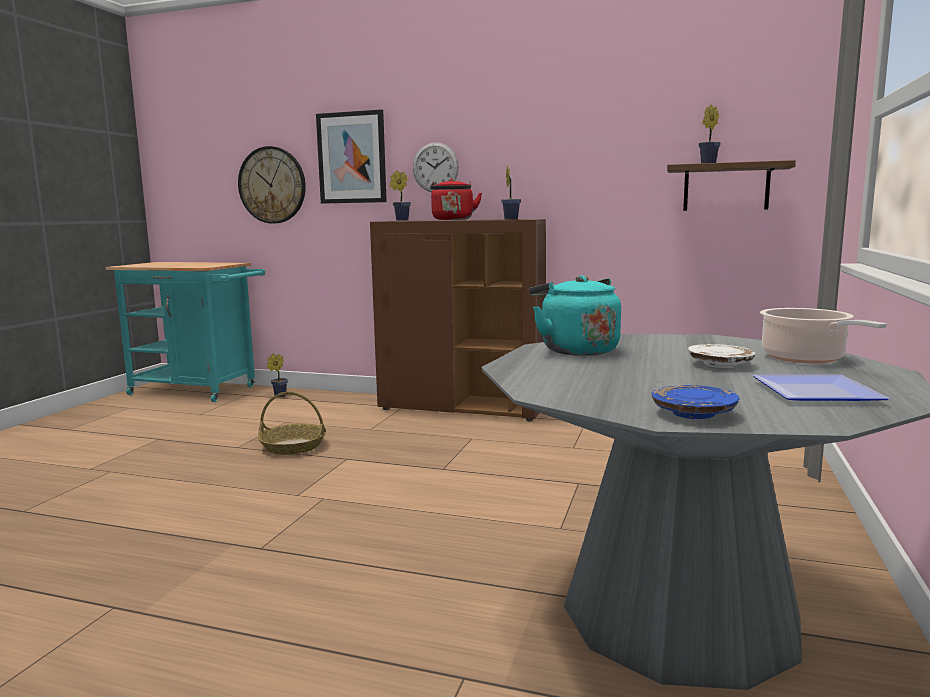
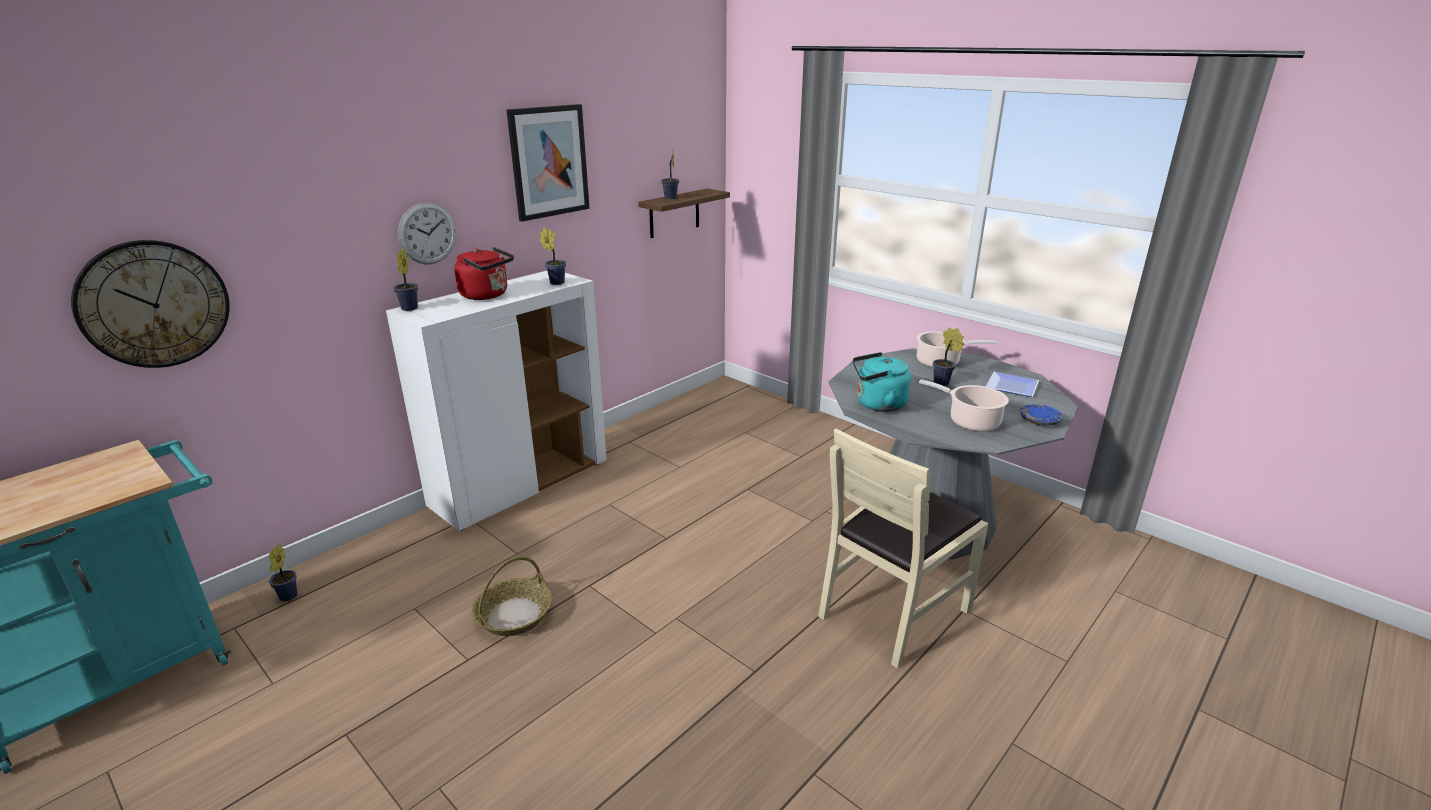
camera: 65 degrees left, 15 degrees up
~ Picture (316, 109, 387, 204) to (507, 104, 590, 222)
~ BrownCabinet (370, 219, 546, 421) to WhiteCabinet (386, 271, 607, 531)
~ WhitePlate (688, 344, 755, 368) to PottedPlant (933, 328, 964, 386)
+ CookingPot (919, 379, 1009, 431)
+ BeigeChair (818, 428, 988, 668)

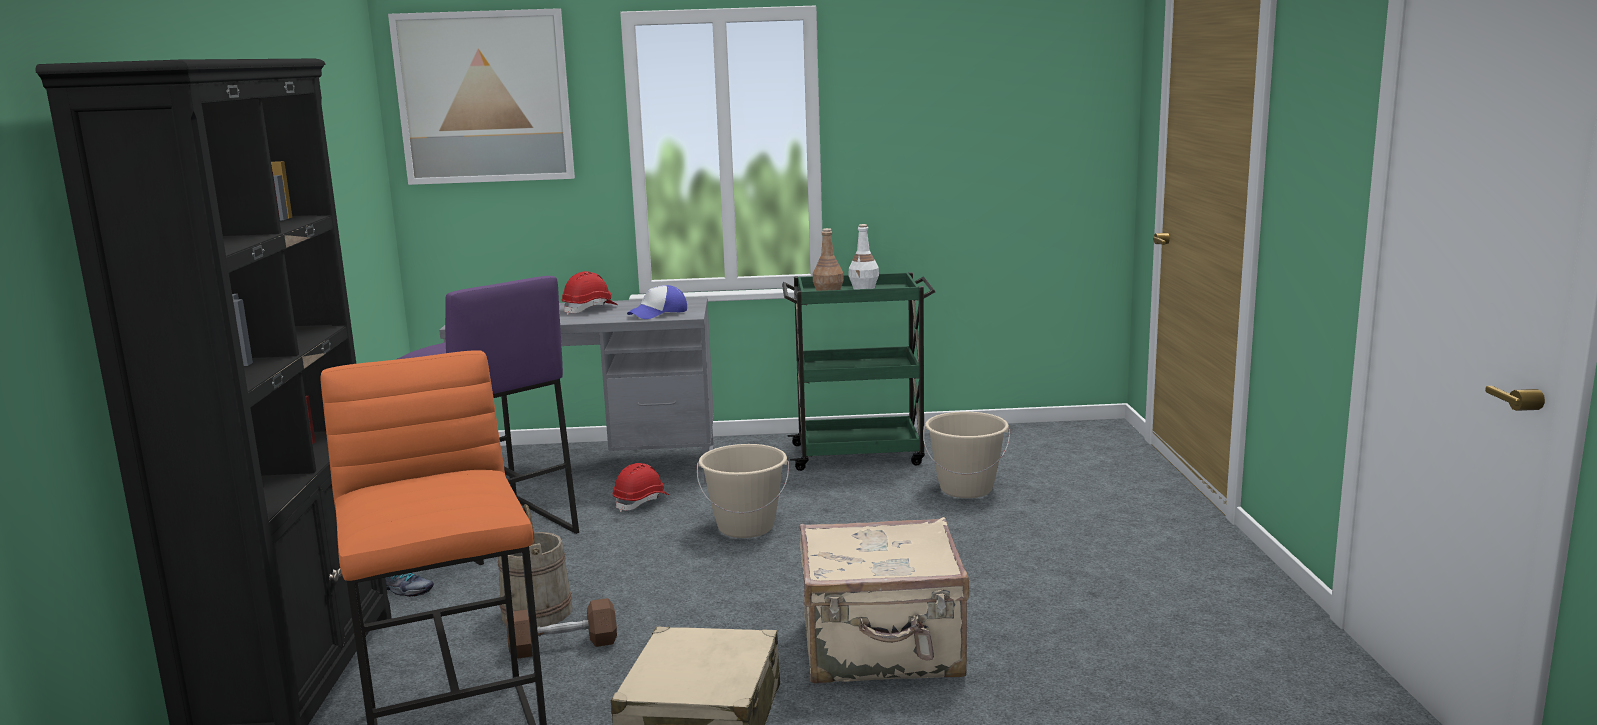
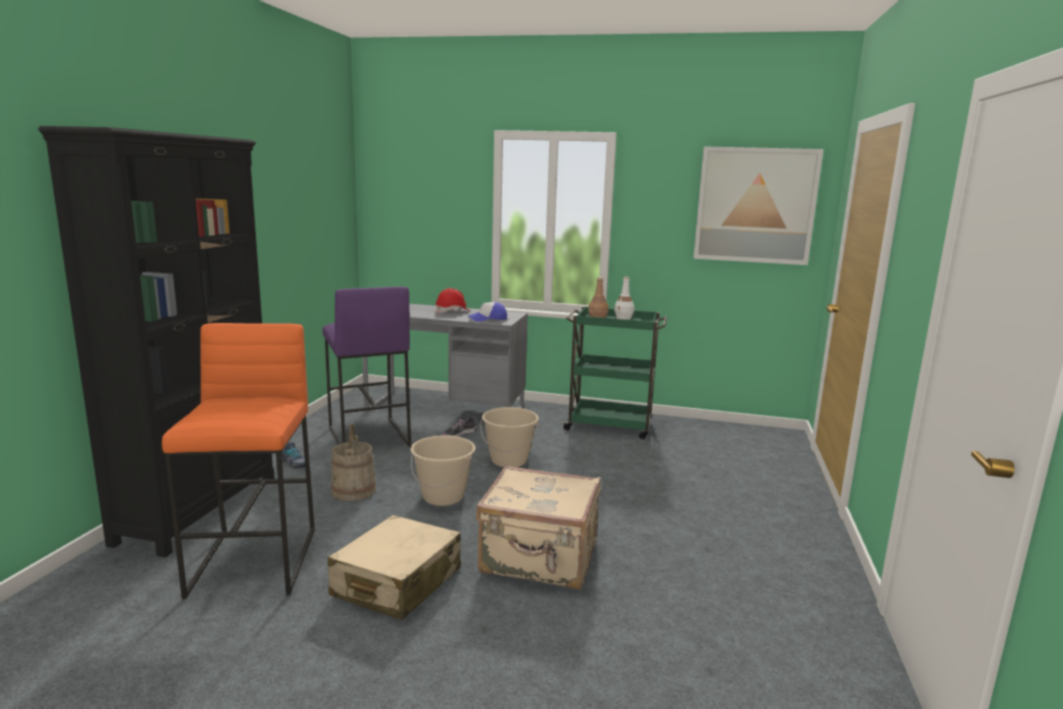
camera: 15 degrees right, 0 degrees up
~ Picture (388, 8, 575, 185) to (693, 147, 824, 265)
~ BeigeBucket (923, 412, 1010, 498) to (410, 435, 475, 506)
~ RedHardHat (612, 463, 669, 512) to Shoe (443, 416, 477, 437)
- BrownDumbbell (506, 598, 617, 659)

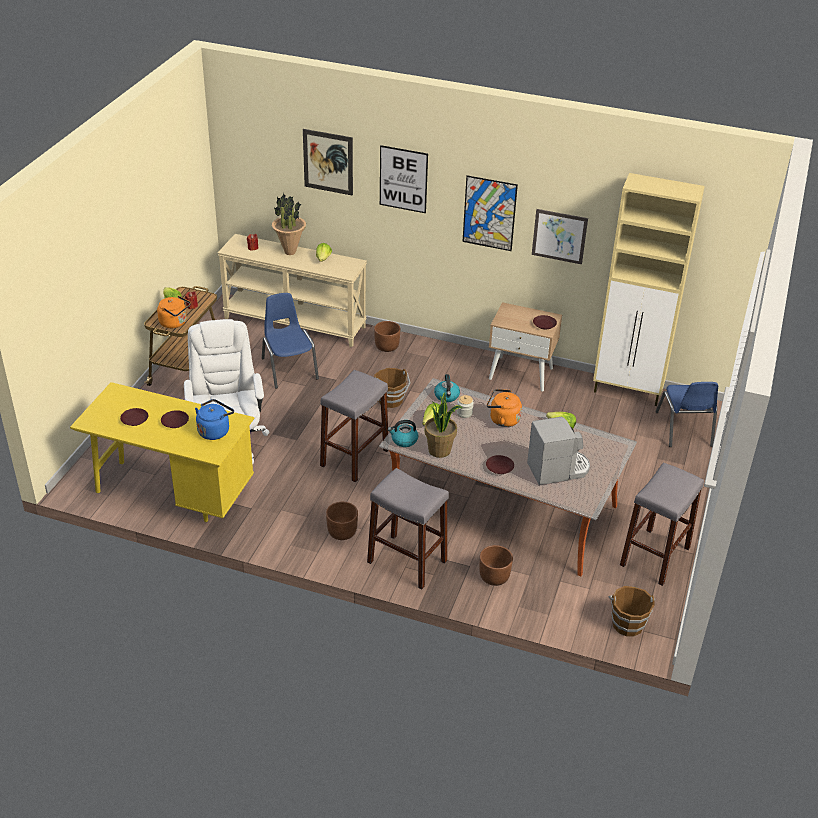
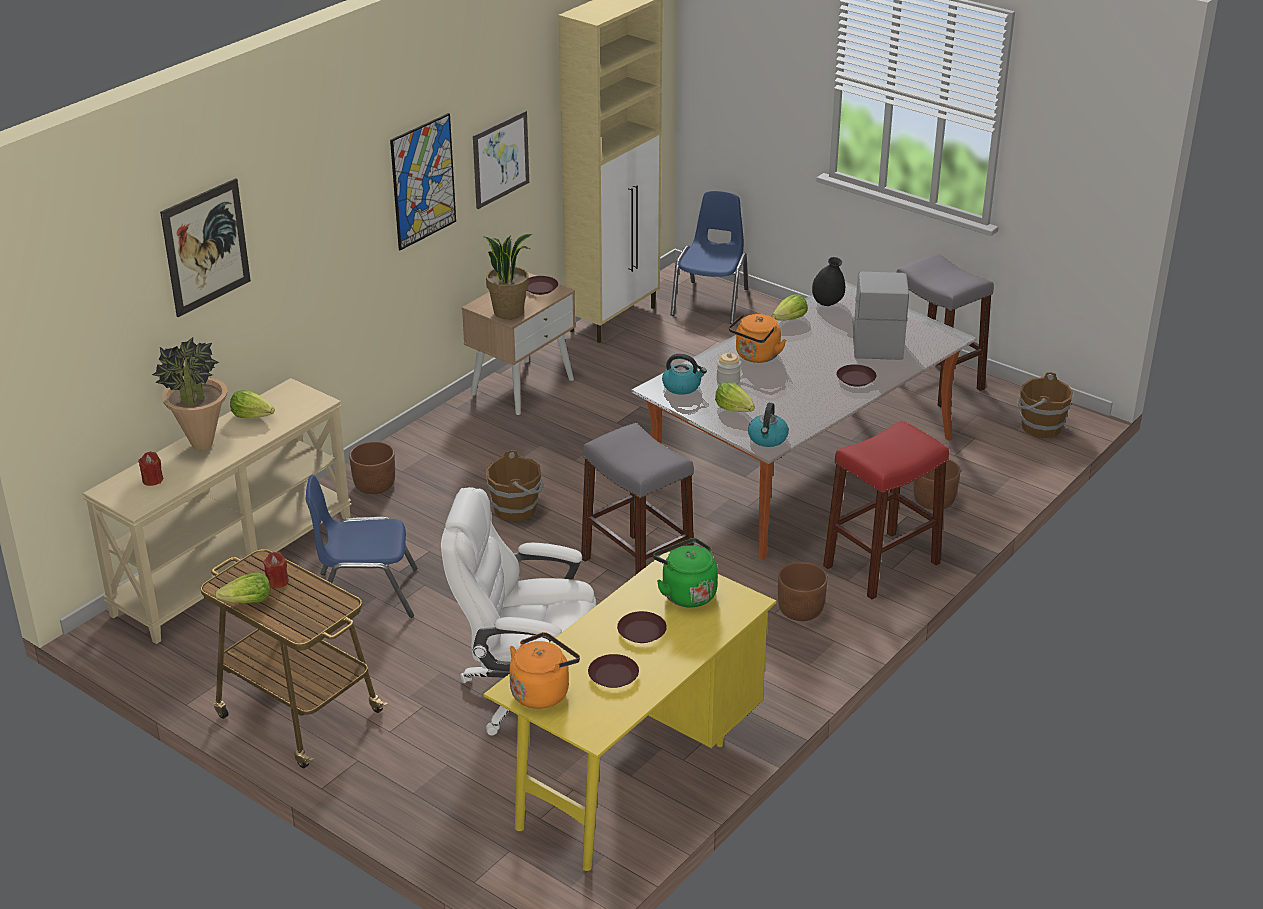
camera: 70 degrees left, 5 degrees down
- Picture (380, 145, 428, 213)
~ OrangeKettle (157, 296, 191, 328) to (509, 632, 580, 709)
~ BlueChair (655, 382, 718, 447) = (670, 191, 748, 324) 90 degrees counterclockwise
~ PottedPlant (425, 392, 463, 458) to (483, 234, 532, 319)
~ BlueKettle (195, 399, 234, 440) to GreenKettle (653, 538, 718, 608)
~ GreyStool (367, 468, 449, 589) to RedStool (823, 420, 949, 599)
+ BlackVase (812, 257, 845, 306)

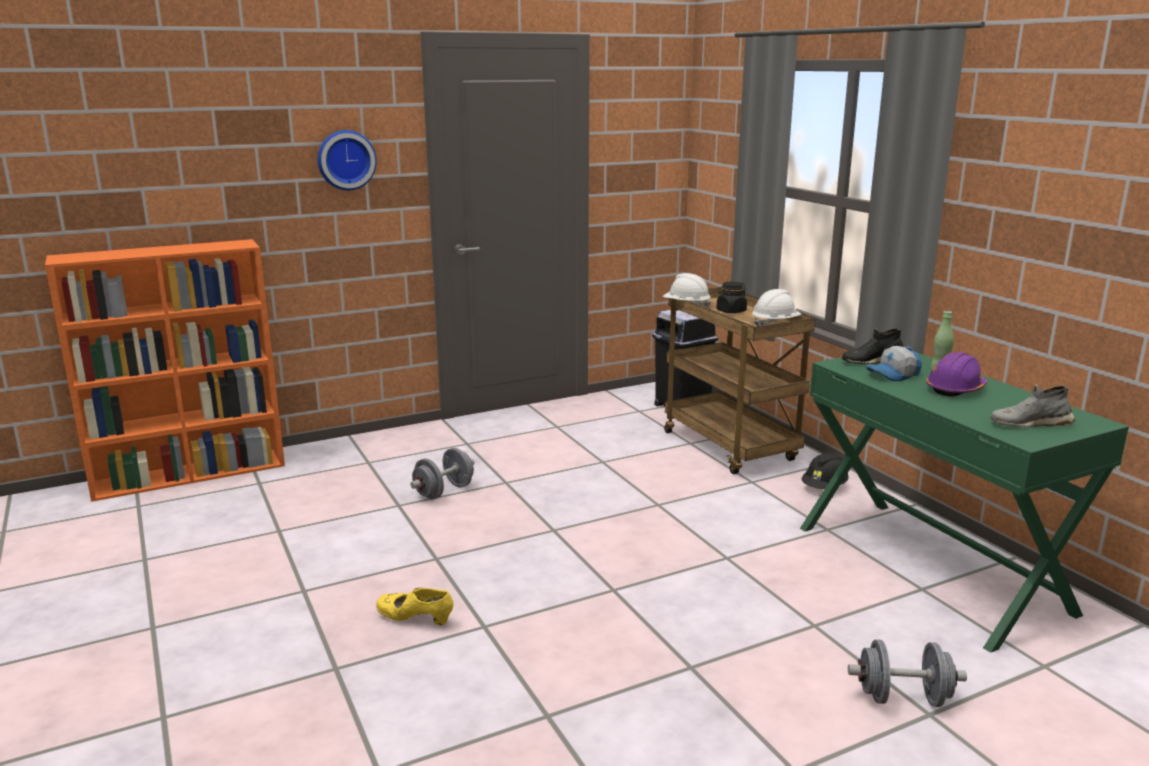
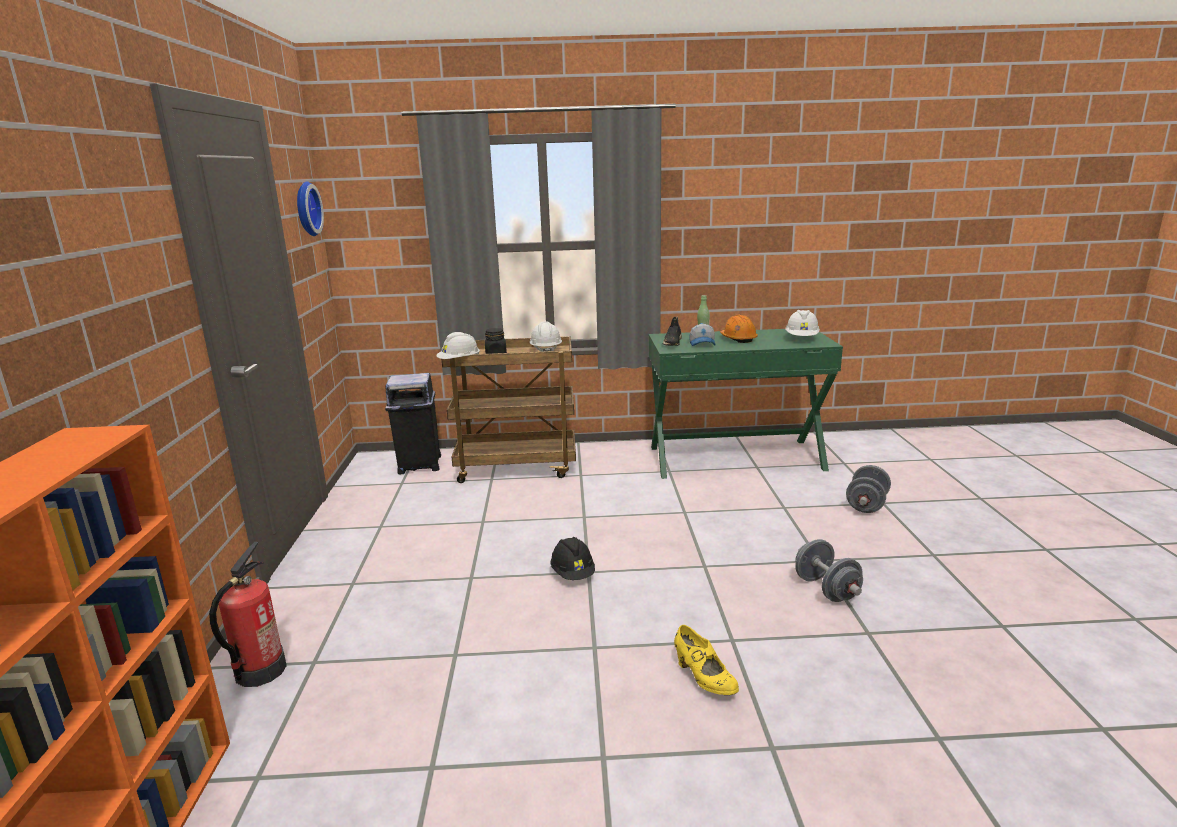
camera: 65 degrees left, 0 degrees up
~ WallClock (317, 130, 377, 190) to (297, 181, 324, 236)
~ PurpleHardHat (926, 352, 987, 397) to OrangeHardHat (720, 315, 758, 343)
~ GreyShoe (991, 384, 1076, 427) to WhiteHardHat (785, 310, 820, 336)
~ GreyDumbbell (410, 448, 474, 499) to (795, 539, 863, 602)
~ BlackHardHat (801, 452, 849, 489) to (551, 537, 595, 580)
~ YellowShoe (376, 588, 453, 625) = (674, 625, 739, 695) 75 degrees counterclockwise
+ FireExtinguisher (209, 542, 287, 687)

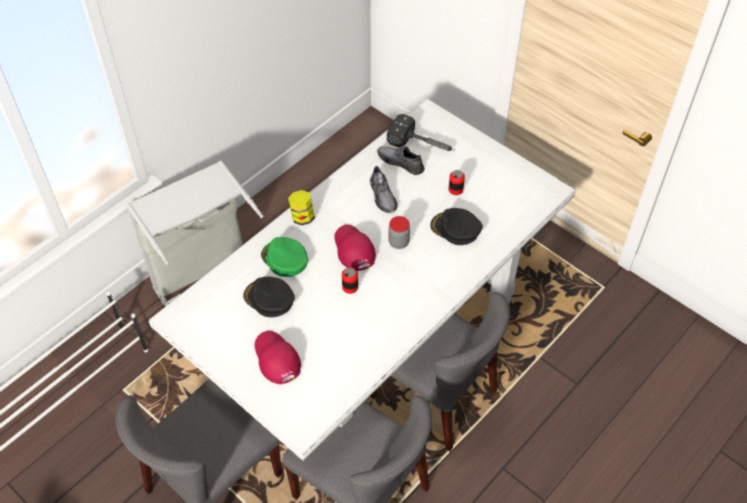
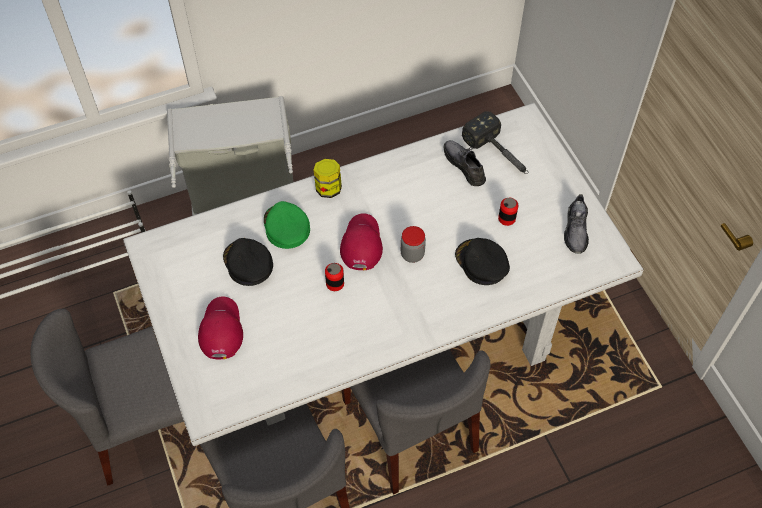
camera: 25 degrees right, 5 degrees up
~ GreyShoe (370, 166, 398, 213) to (564, 194, 589, 254)

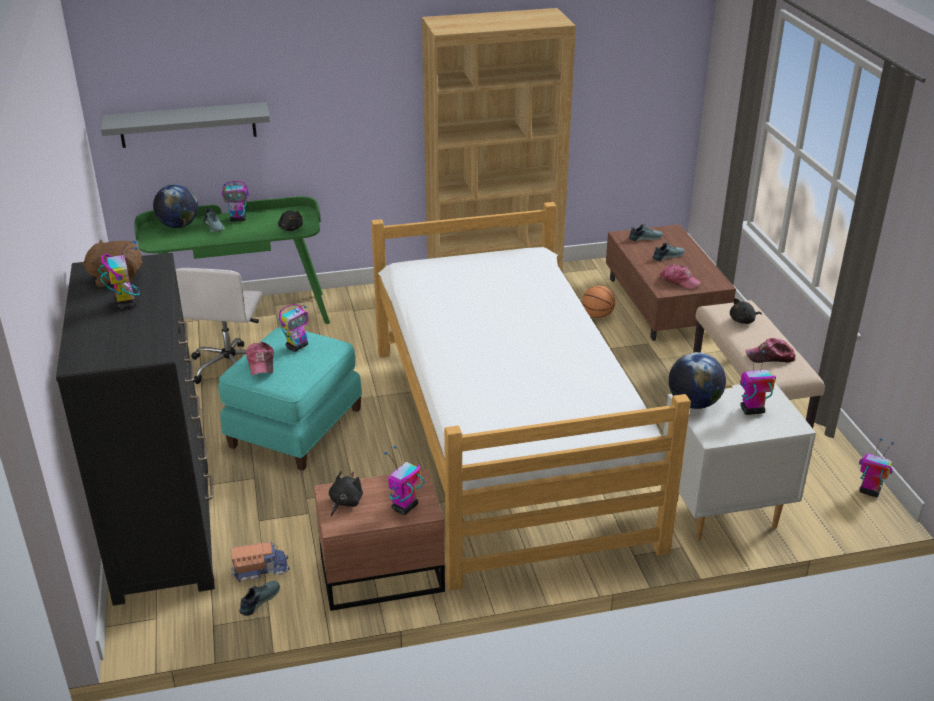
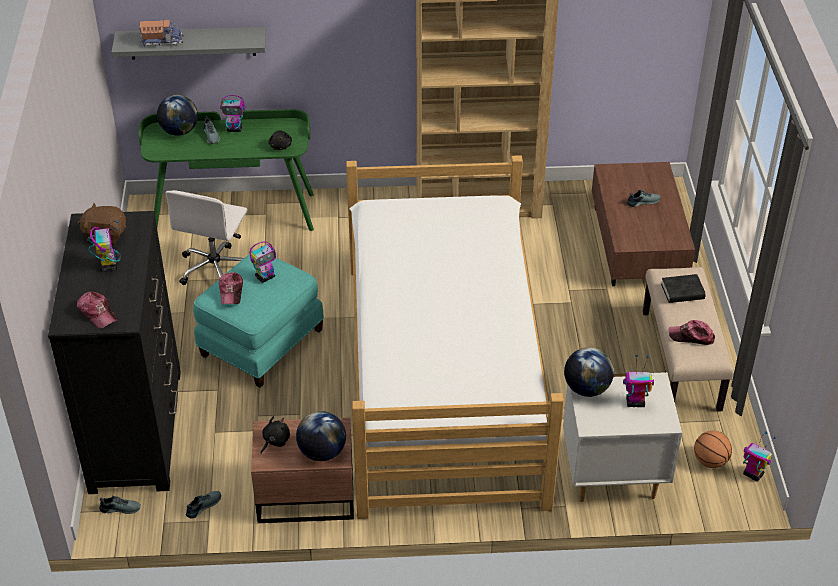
camera: 10 degrees right, 10 degrees up
~ Shoe (629, 224, 663, 241) to (99, 496, 141, 514)
~ Cap (660, 264, 701, 289) to (77, 291, 118, 328)
~ Basketball (582, 286, 615, 318) to (694, 431, 732, 468)
~ BlackPlushToy (730, 298, 762, 324) to BlackBook (661, 274, 706, 303)
~ ToyRobot (384, 446, 425, 515) to Globe (296, 411, 346, 461)
~ ToyTruck (231, 542, 290, 582) to (139, 20, 183, 46)

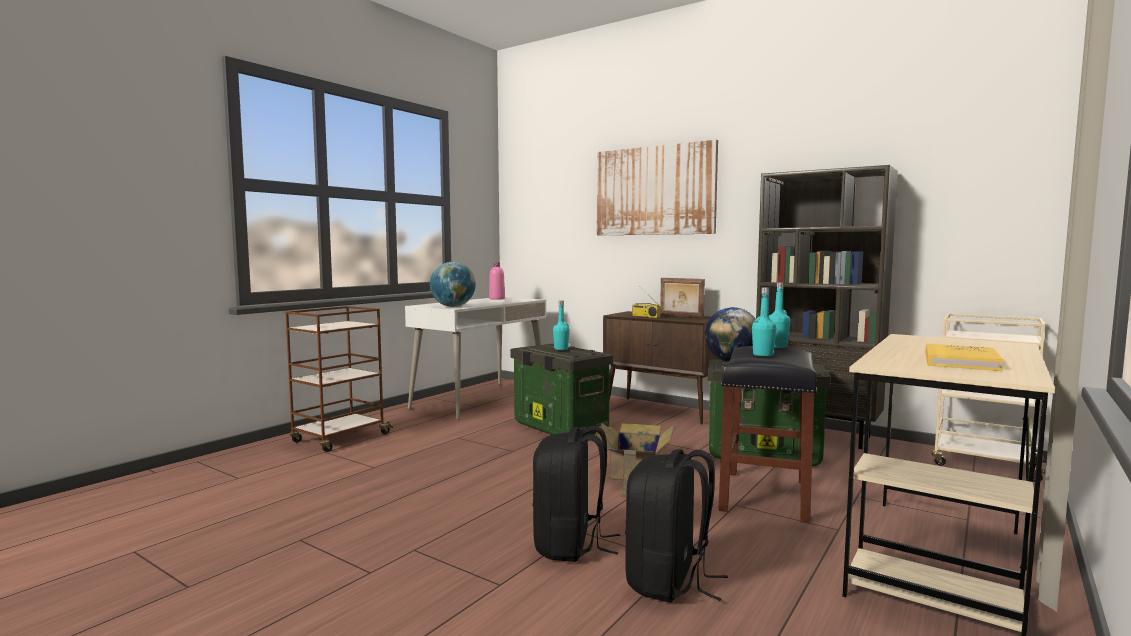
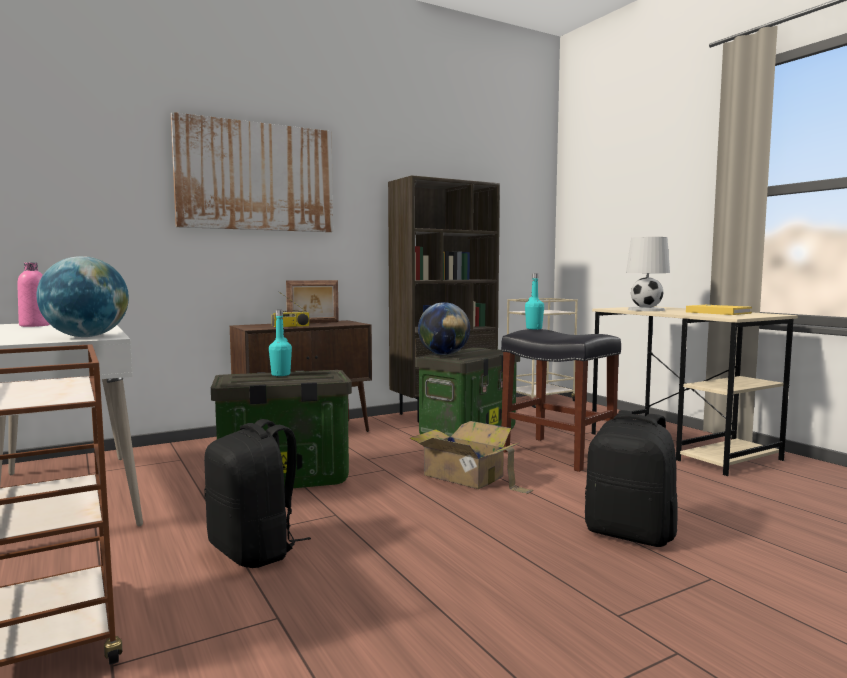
camera: 65 degrees left, 0 degrees up
- TurquoiseBottle (752, 287, 777, 357)
~ BlackBackpack (625, 449, 728, 602) to (204, 419, 311, 568)
+ WhiteTableLamp (626, 237, 670, 311)

